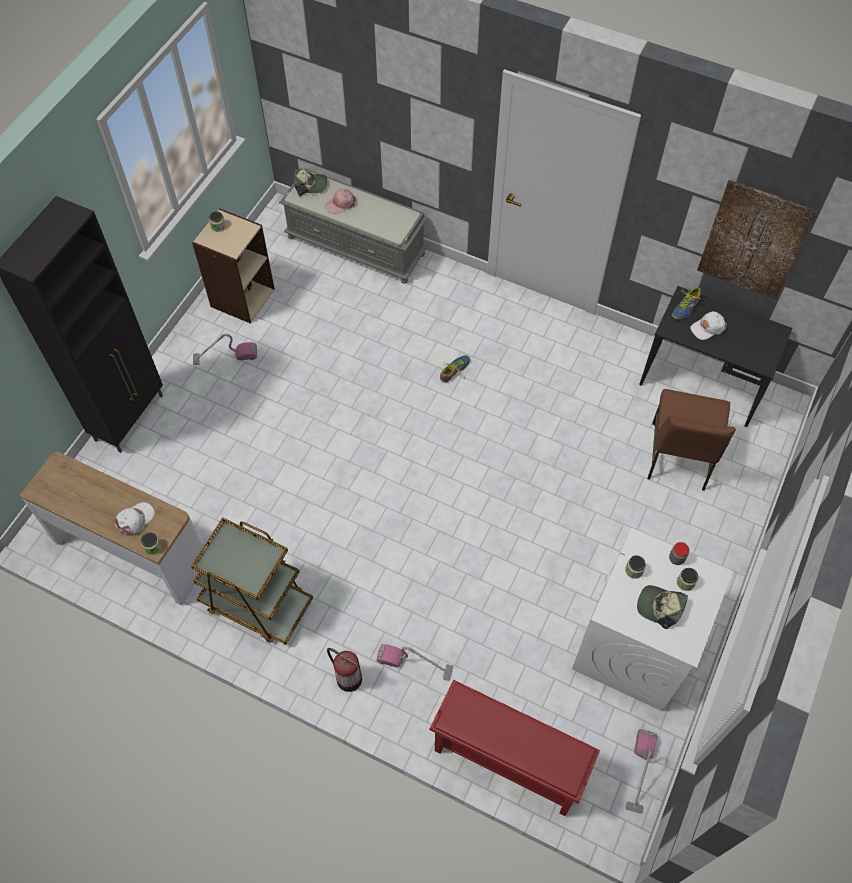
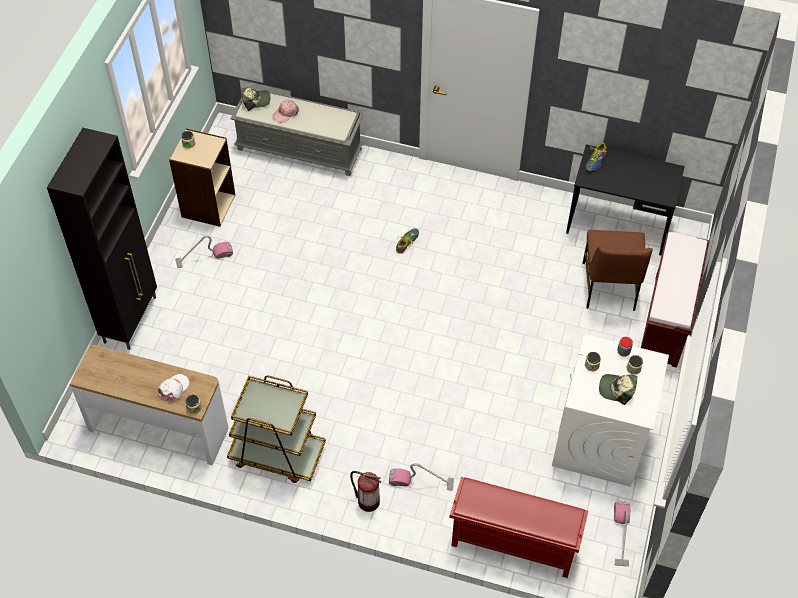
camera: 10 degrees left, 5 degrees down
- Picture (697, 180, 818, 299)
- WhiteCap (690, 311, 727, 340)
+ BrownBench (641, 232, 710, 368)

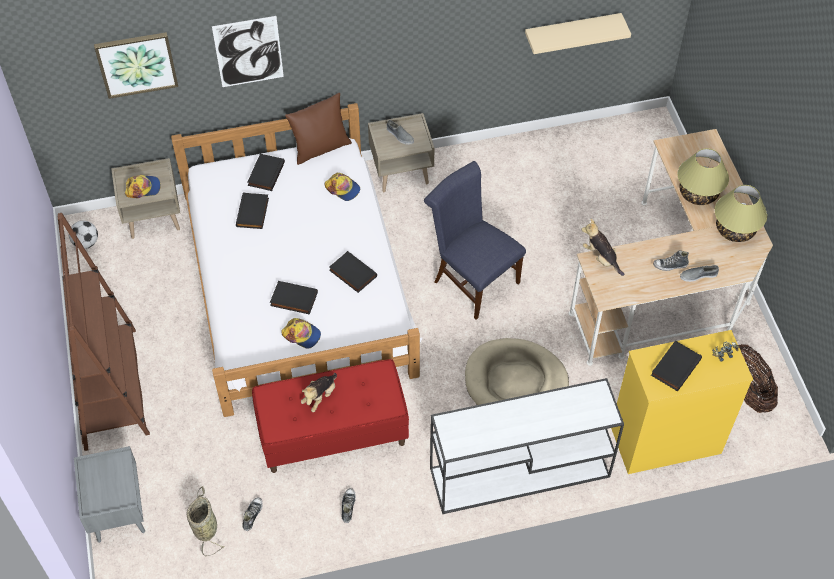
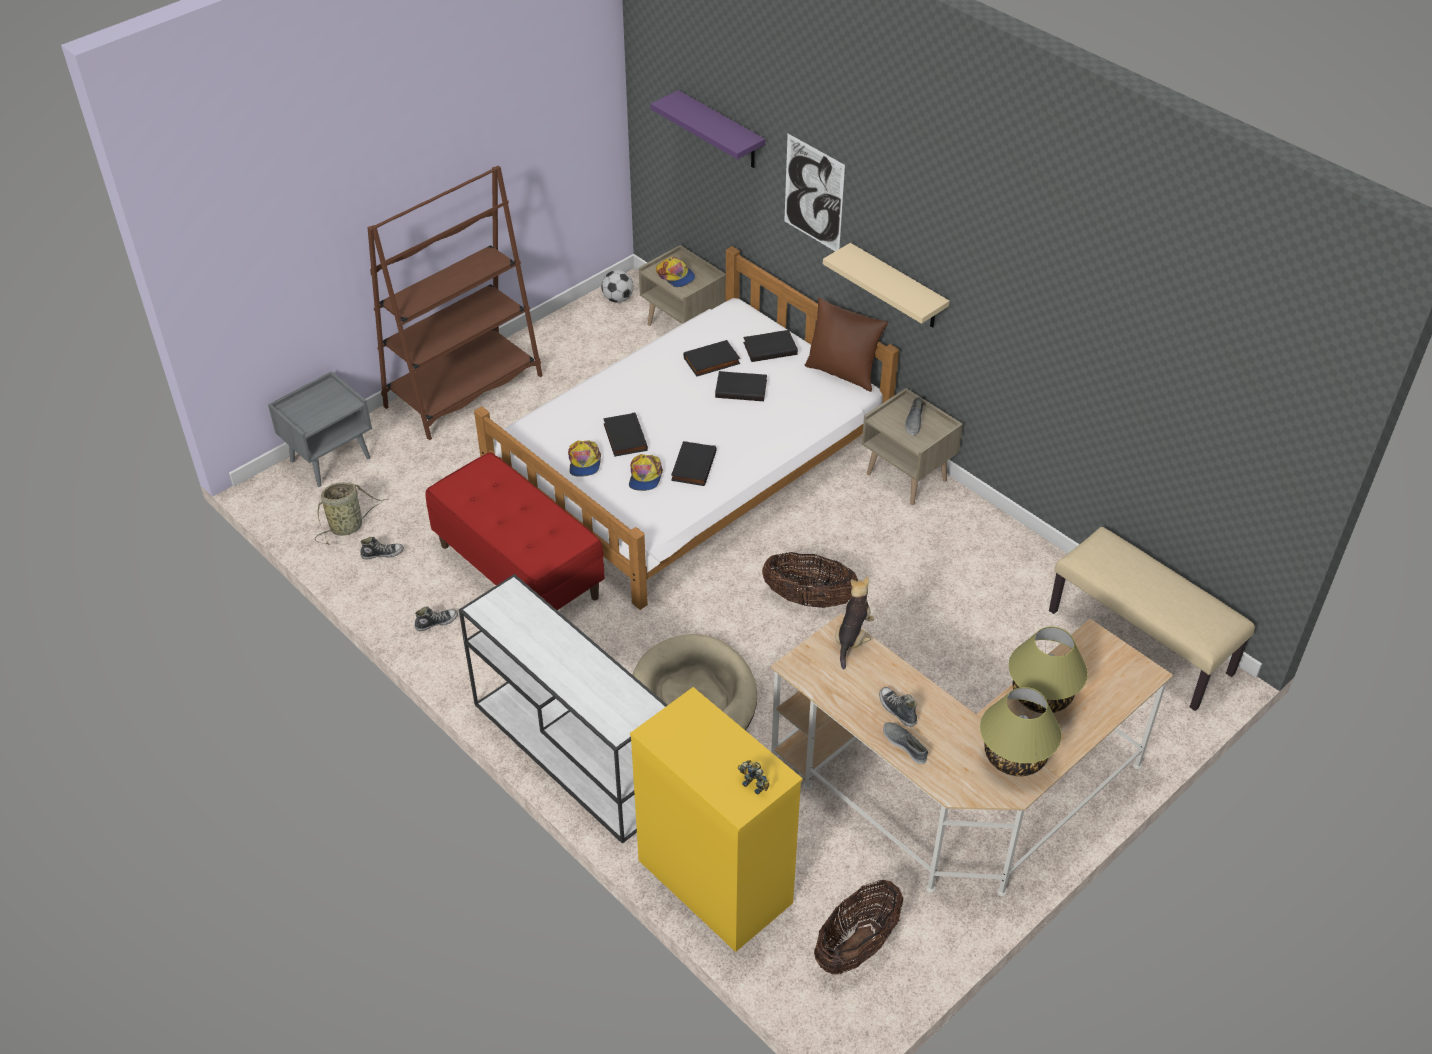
camera: 60 degrees right, 10 degrees down
~ BeigeShelf (525, 13, 631, 54) to (823, 243, 949, 328)
~ Picture (94, 32, 178, 99) to PurpleShelf (650, 90, 765, 168)
~ BlueChair (424, 161, 526, 320) to Basket (762, 552, 858, 608)
~ Cap (325, 173, 360, 201) to (629, 454, 663, 491)
~ BlackBook (651, 340, 702, 391) to (715, 371, 767, 401)
- PlushToy (301, 373, 337, 412)
+ BeigeBench (1049, 527, 1255, 711)

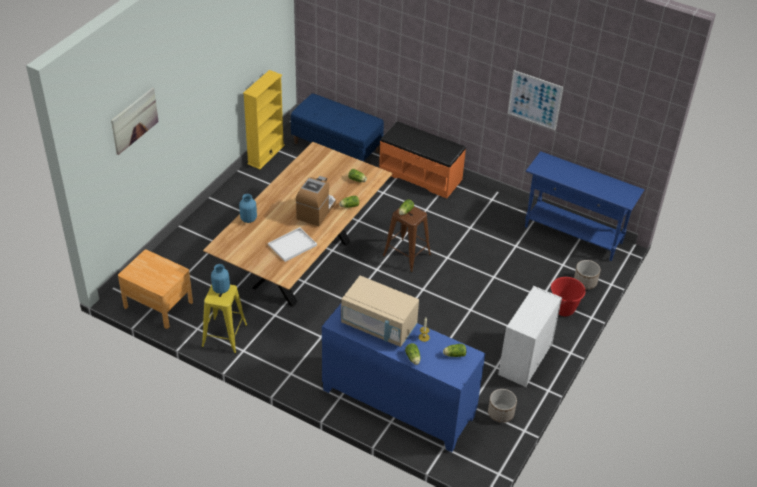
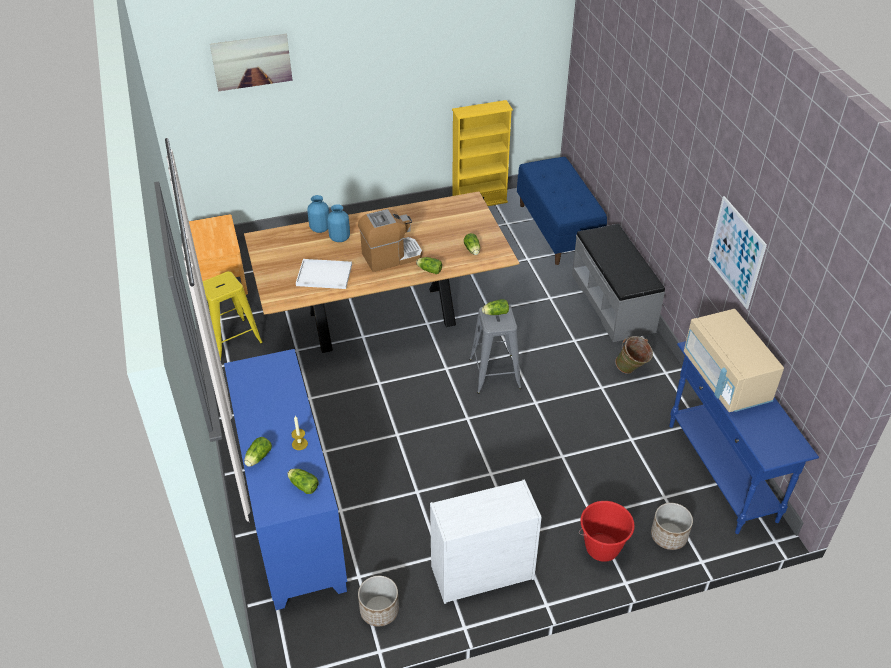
camera: 45 degrees right, 0 degrees up
~ OrangeBench (379, 121, 466, 199) to GreyBench (572, 224, 665, 342)
~ BrownStool (383, 206, 431, 272) to GreyStool (469, 305, 522, 394)
~ BlueVase (211, 264, 230, 294) to (327, 204, 350, 242)
~ BeigeMicrowave (341, 276, 419, 347) to (684, 309, 784, 412)
+ GreenBucket (615, 336, 653, 374)

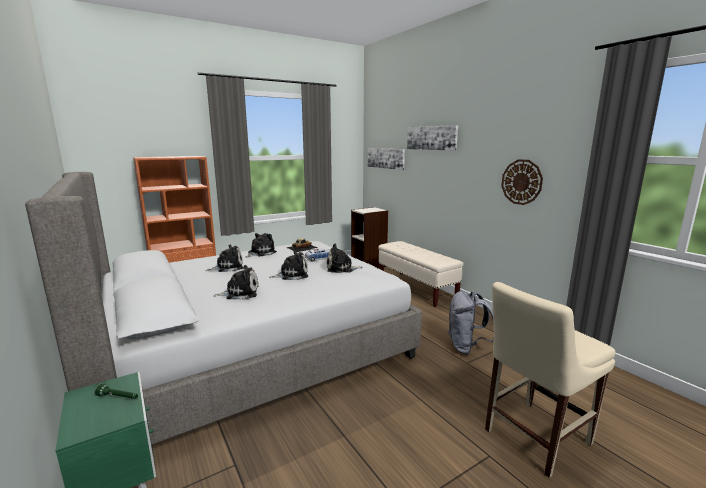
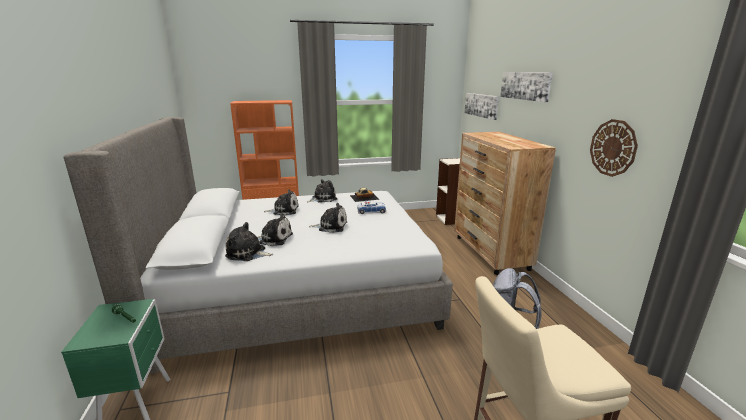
camera: 20 degrees right, 5 degrees up
~ BeigeBench (378, 241, 464, 307) to BrownDresser (454, 132, 556, 275)
~ PlushToy (327, 243, 363, 273) to (225, 222, 273, 261)

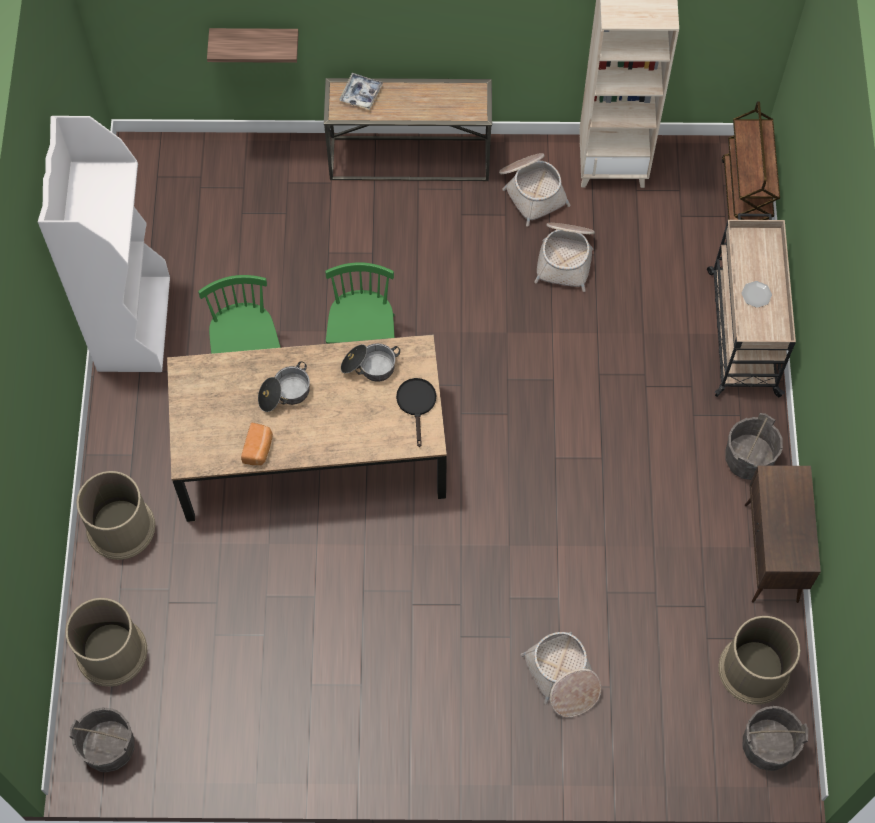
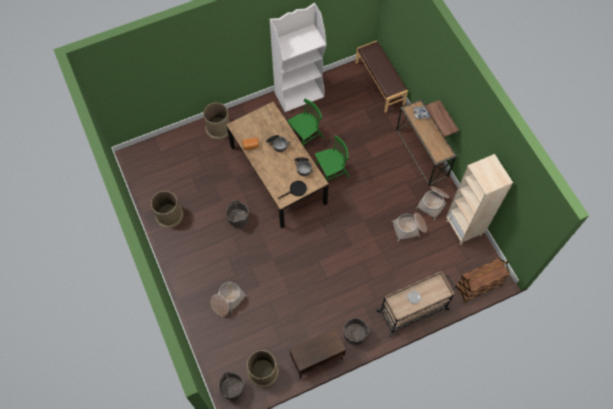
camera: 65 degrees right, 0 degrees up
~ Shelf (207, 28, 299, 63) to (425, 100, 459, 137)
~ BrownTrashCan (66, 598, 147, 687) to (151, 191, 183, 228)
~ GreyBucket (69, 707, 135, 772) to (226, 200, 249, 228)
+ BrownBench (355, 41, 408, 113)

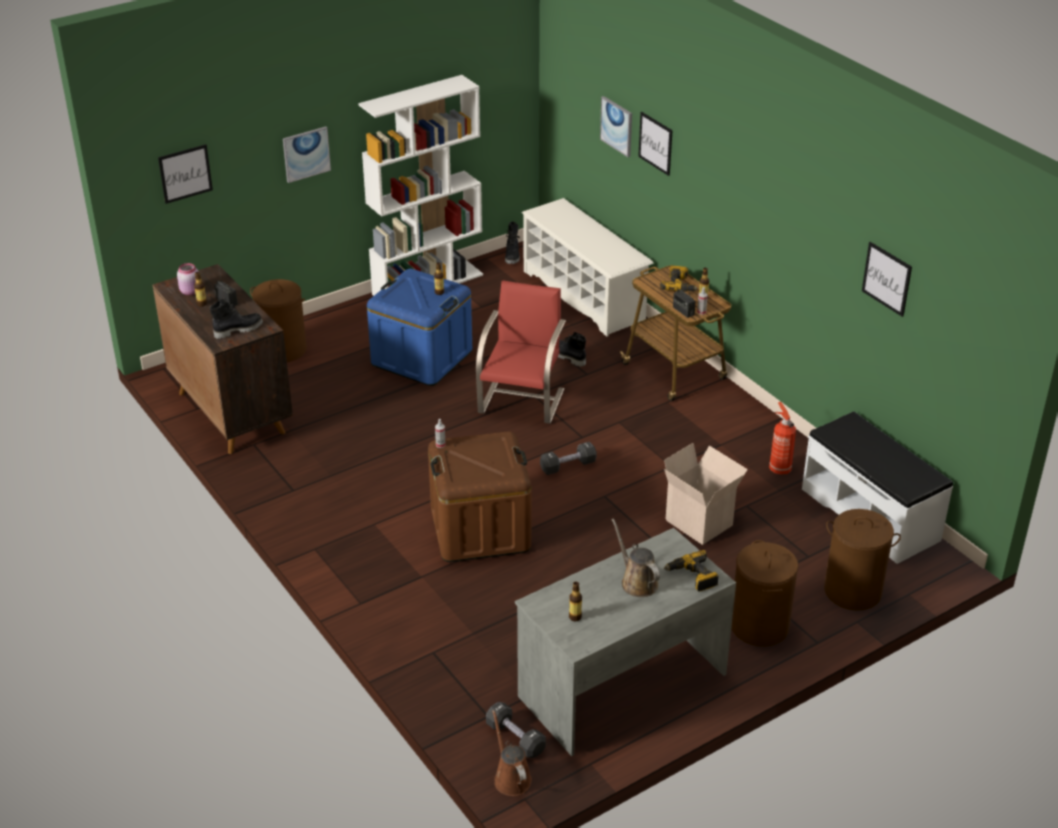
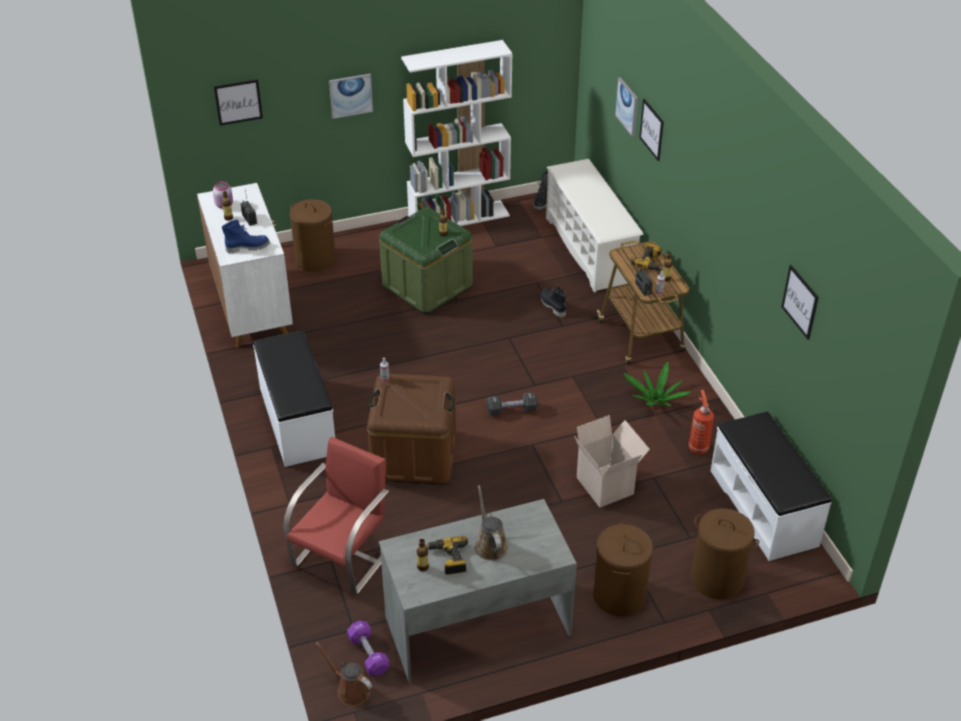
camera: 15 degrees right, 5 degrees up
~ BrownCabinet (152, 264, 293, 454) to WhiteCabinet (197, 183, 293, 348)
~ BlueStorageBox (367, 269, 472, 386) to GreenStorageBox (379, 207, 473, 314)
~ RedChair (476, 281, 566, 424) to (283, 437, 389, 594)
~ BlackBoot (210, 298, 263, 339) to BlueBoot (222, 219, 270, 253)
~ PowerDrill (664, 550, 719, 592) to (425, 536, 468, 575)
~ BlackDumbbell (486, 702, 546, 758) to PurpleDumbbell (347, 621, 390, 676)
~ BrownWateringCan (492, 710, 532, 796) = (316, 642, 373, 706) 45 degrees counterclockwise
+ WhiteBench (253, 330, 335, 467)
+ PottedPlant (624, 361, 692, 406)

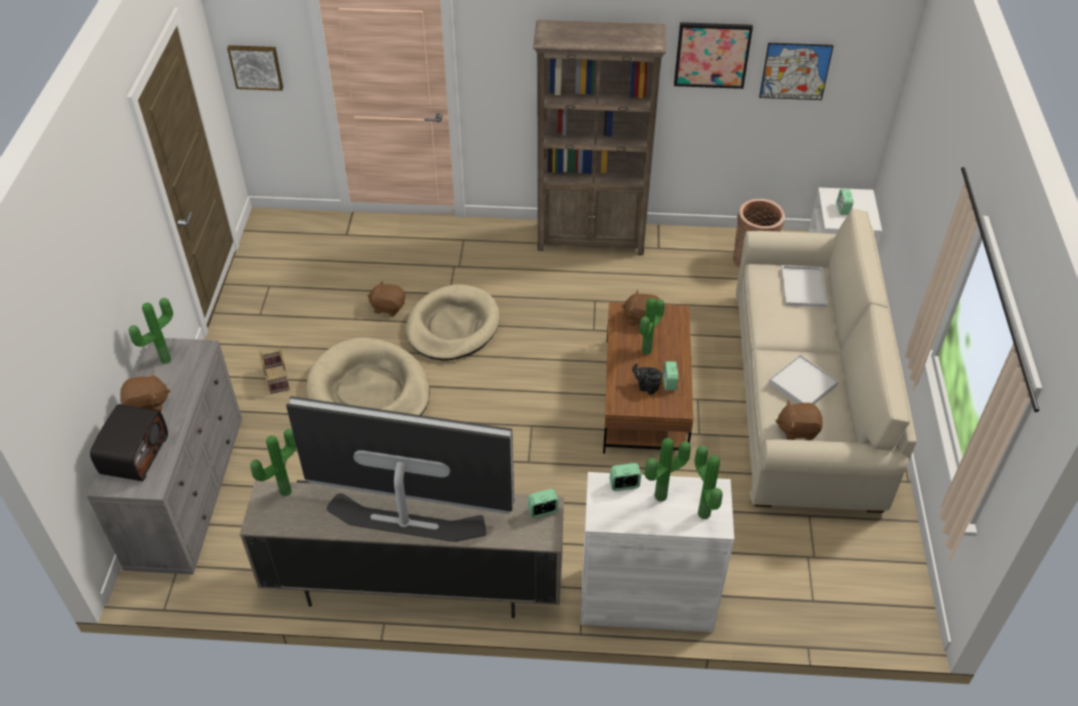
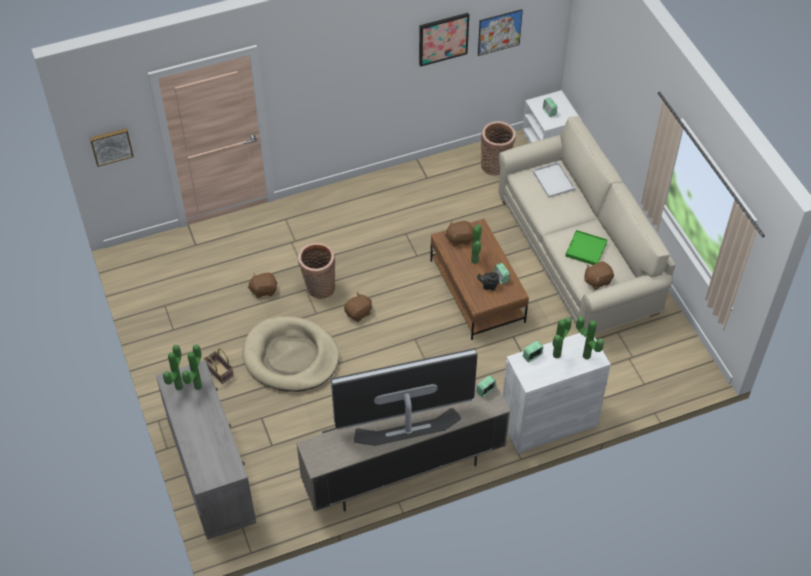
camera: 25 degrees left, 5 degrees up
- BrownBookcase (533, 20, 666, 255)
~ BeigeDogBed (406, 284, 500, 360) to Basket (298, 243, 335, 299)
~ WhiteTray (769, 355, 838, 404) to GreenTray (565, 230, 607, 265)
~ BrownPlushToy (120, 372, 170, 412) to (344, 292, 372, 322)
- Radio (90, 404, 168, 481)
~ PottedPlant (250, 428, 297, 497) to (182, 345, 202, 390)

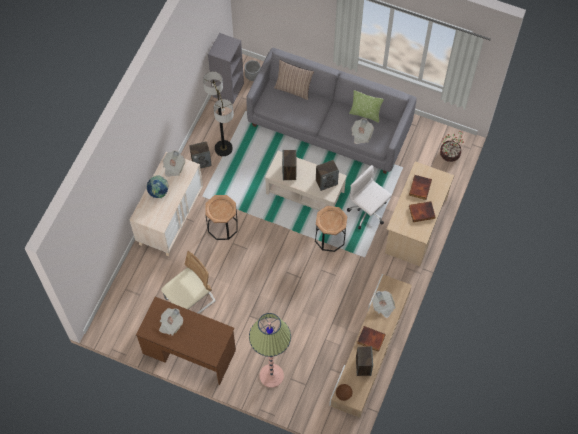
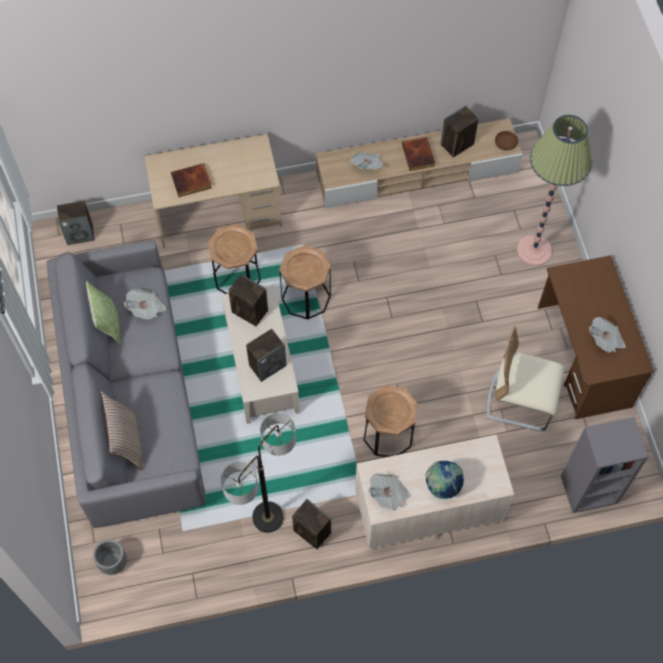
camera: 125 degrees left, 0 degrees up
~ GreyBookcase (208, 33, 244, 104) to (561, 417, 649, 513)
~ PottedPlant (440, 131, 464, 162) to Speaker (57, 201, 95, 245)
~ WhiteOfficeChair (347, 165, 392, 229) to BrownSideTable (208, 224, 261, 294)
- Book (409, 201, 435, 222)

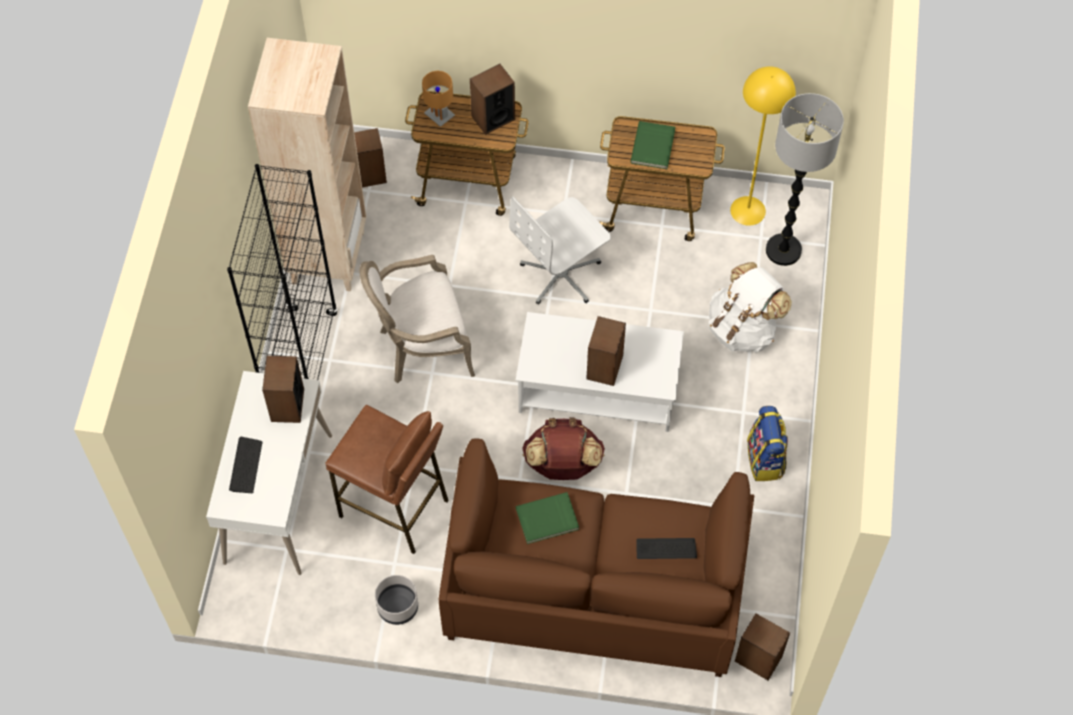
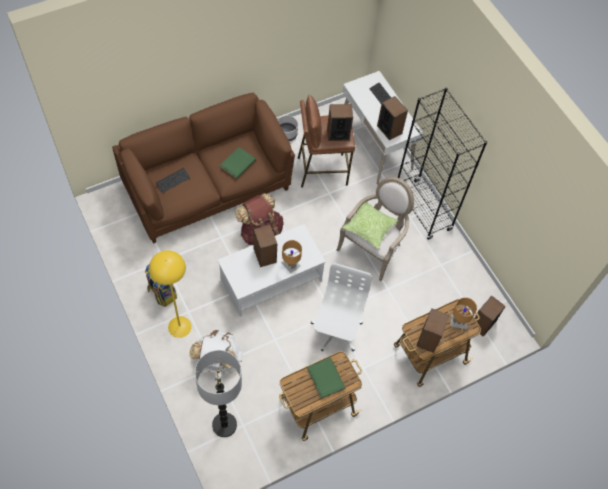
camera: 140 degrees right, 0 degrees up
- BeigeBookcase (248, 38, 366, 291)
~ YellowFloorLamp (730, 66, 796, 226) to (149, 250, 192, 338)
~ Speaker (735, 613, 790, 680) to (327, 104, 353, 141)
+ Pillow (343, 202, 399, 249)
+ BrownTableLamp (281, 240, 302, 273)

